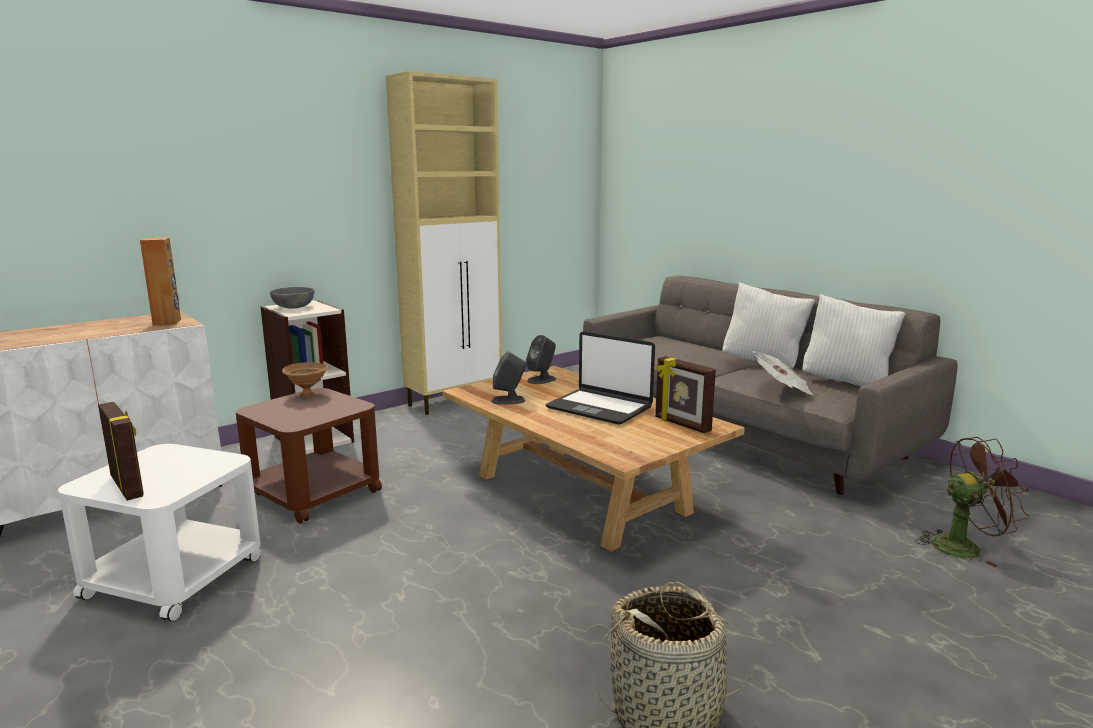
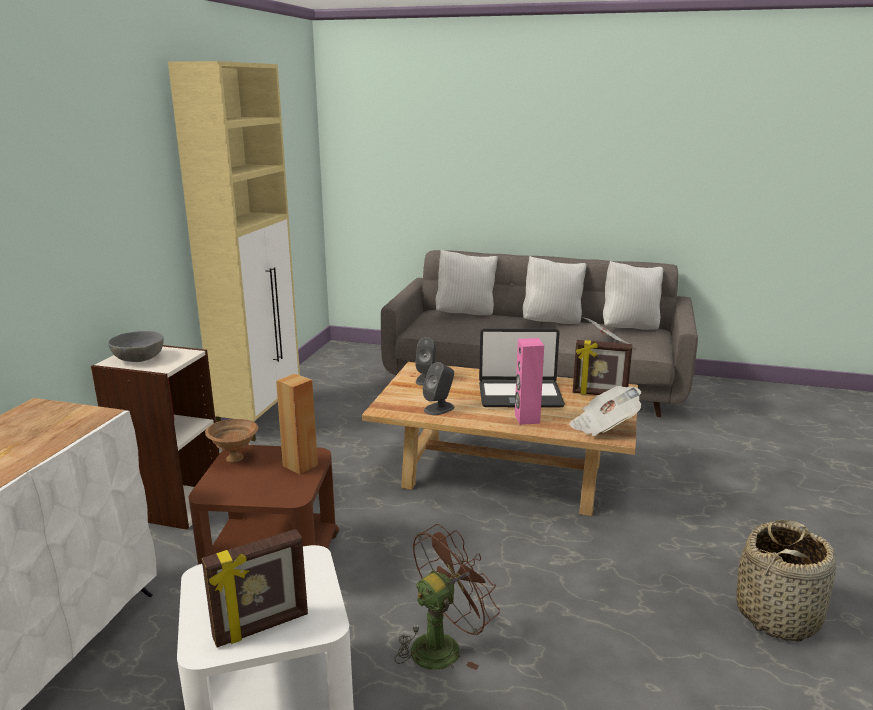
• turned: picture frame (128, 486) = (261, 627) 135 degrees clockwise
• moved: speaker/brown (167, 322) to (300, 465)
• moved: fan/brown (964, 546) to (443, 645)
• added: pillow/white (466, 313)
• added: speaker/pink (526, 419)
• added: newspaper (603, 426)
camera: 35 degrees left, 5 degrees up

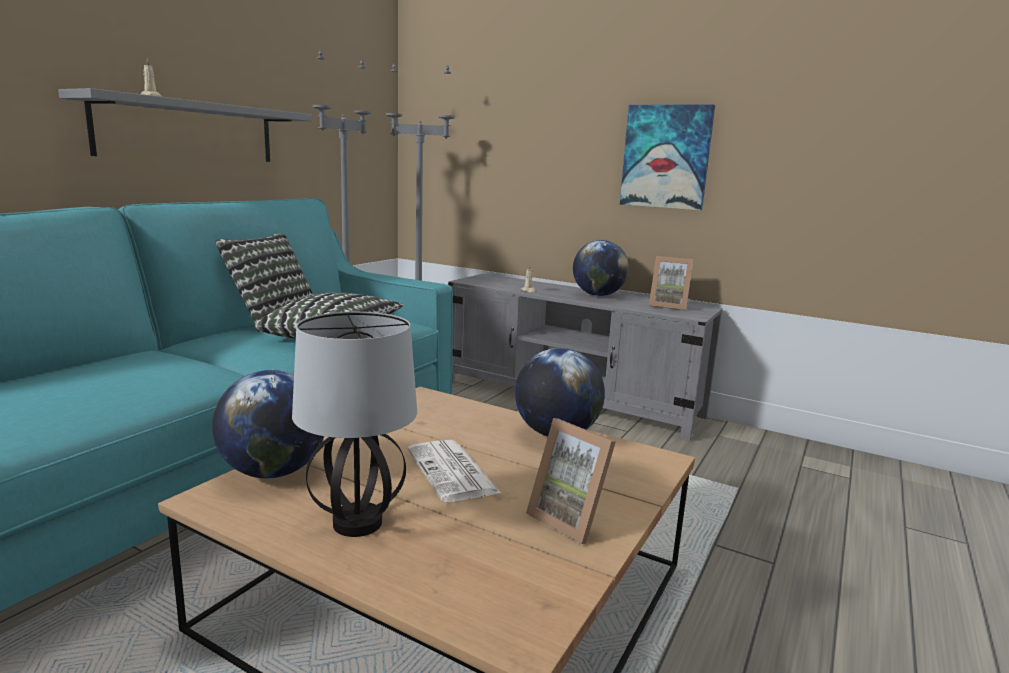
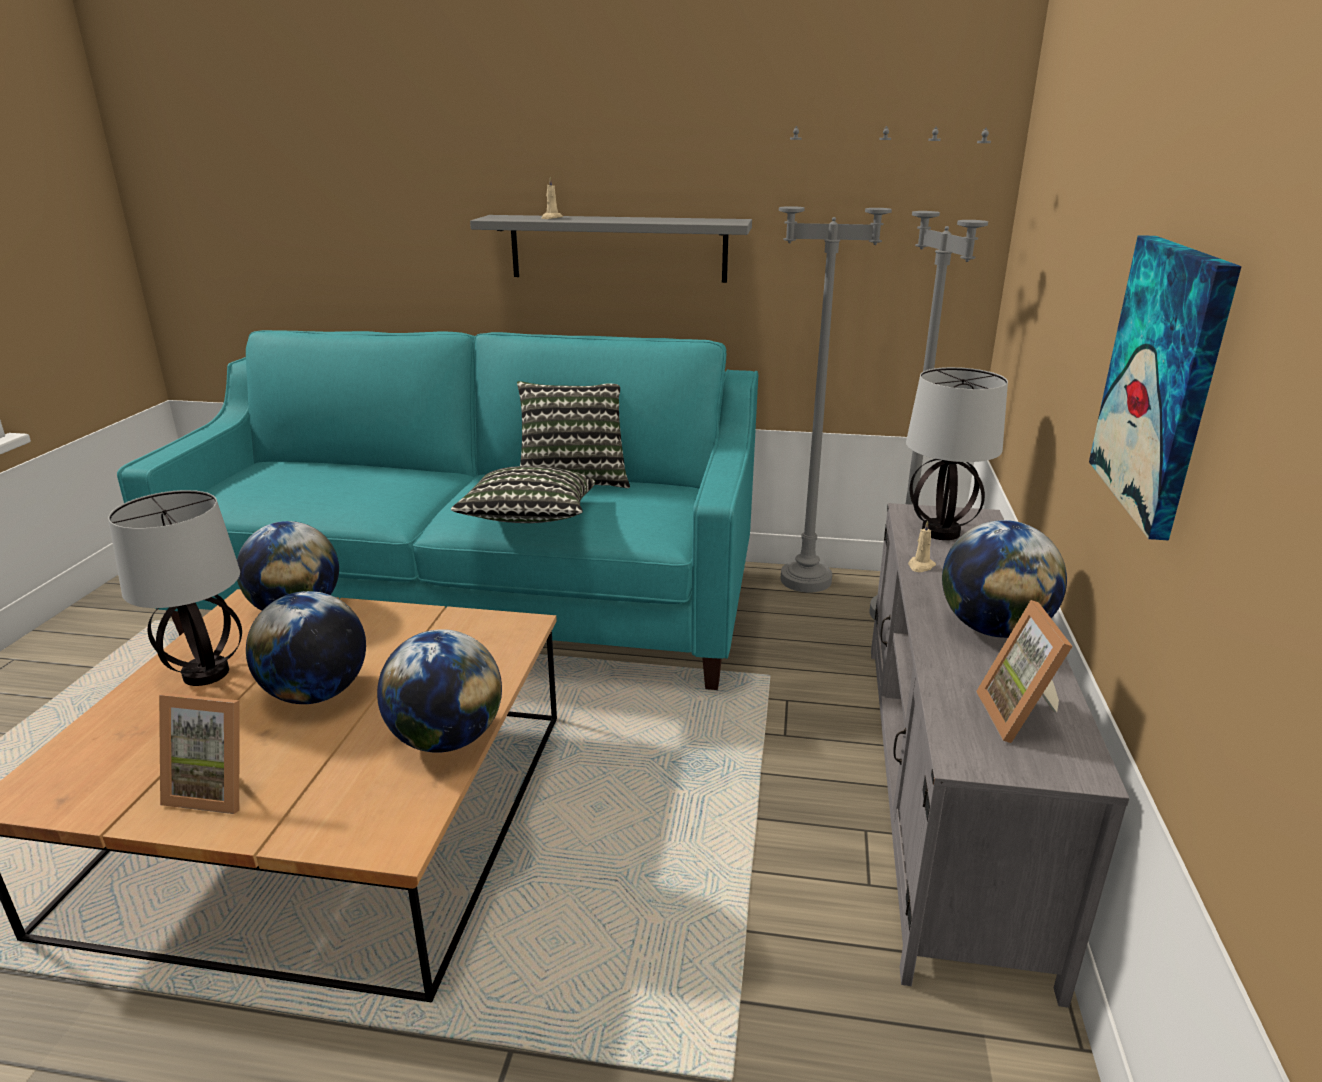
• replaced: newspaper (453, 472) to globe (316, 694)
• turned: picture frame (571, 519) = (217, 789) 105 degrees counterclockwise
• added: table lamp (941, 533)
camera: 70 degrees right, 10 degrees up

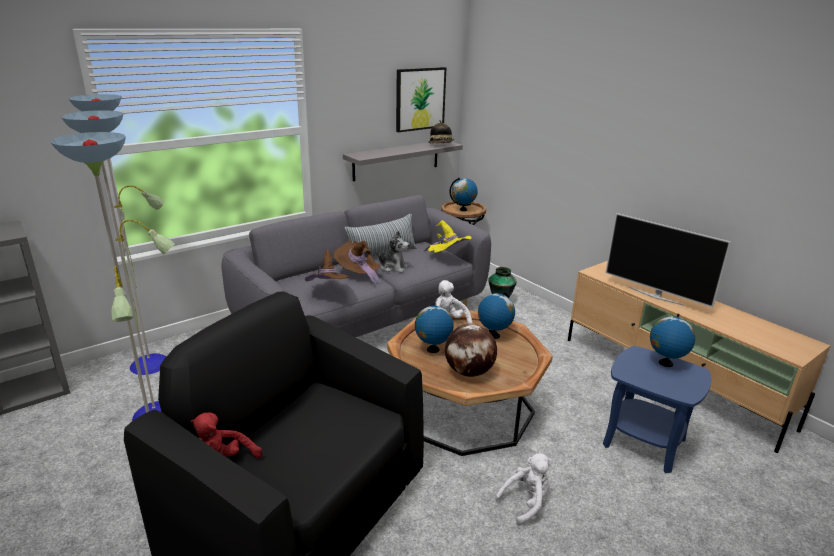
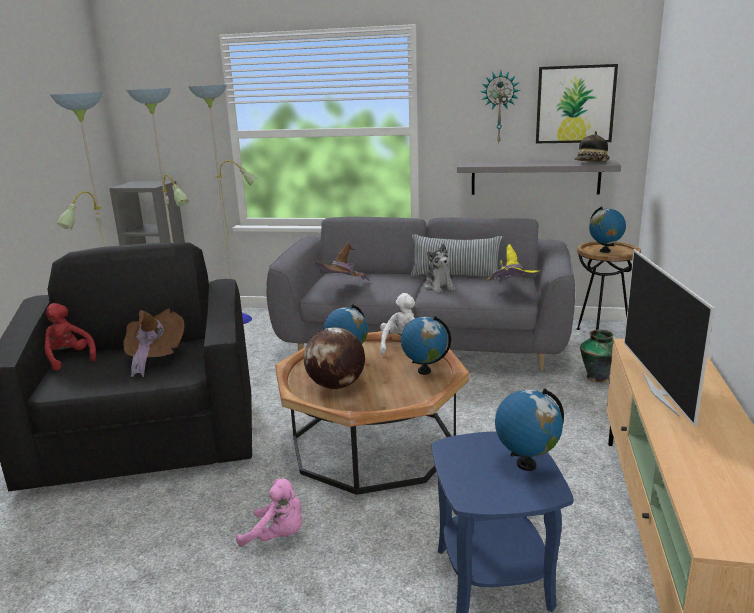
• moved: hat/brown (358, 275) to (154, 358)
• recoloured: plush toy/white (526, 502) to plush toy/pink (277, 536)
• added: wall clock (499, 107)
camera: 50 degrees right, 5 degrees down

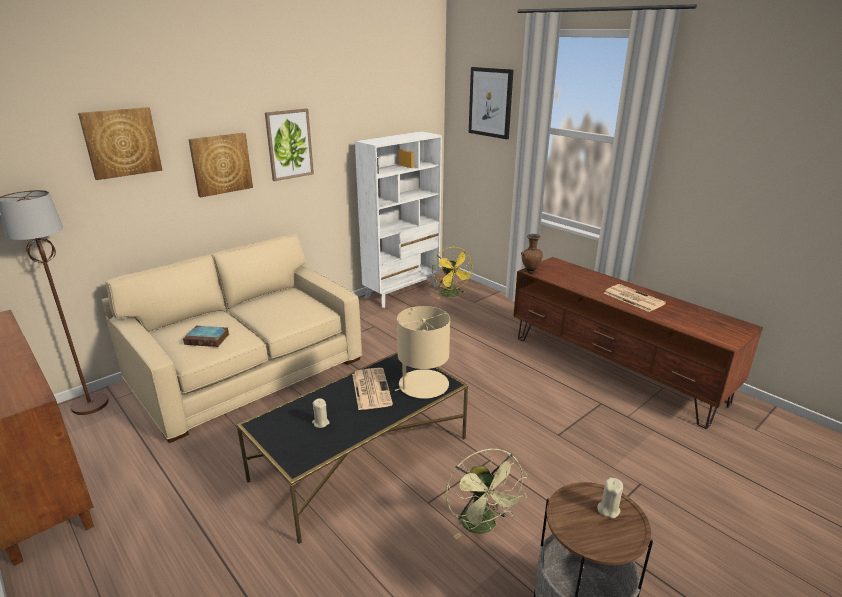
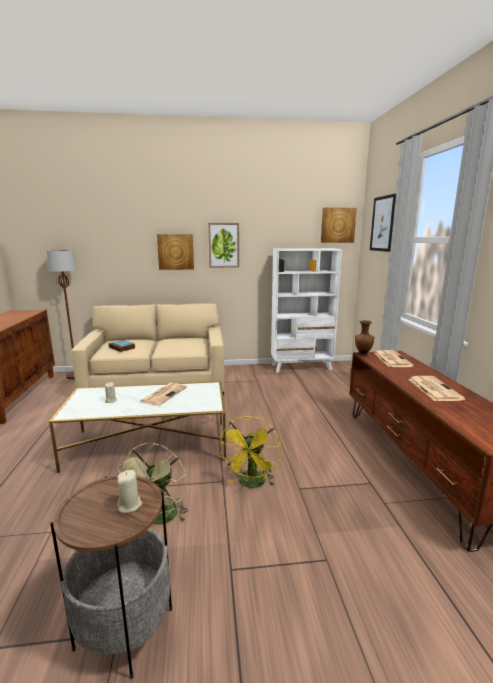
• moved: picture (121, 142) to (337, 225)
• recoloured: coffee table/black (361, 458) to coffee table/white (149, 445)
• removed: table lamp/beige (423, 385)
• moved: fan/yellow (452, 295) to (251, 484)
• added: newspaper (391, 359)
camera: 35 degrees right, 10 degrees down

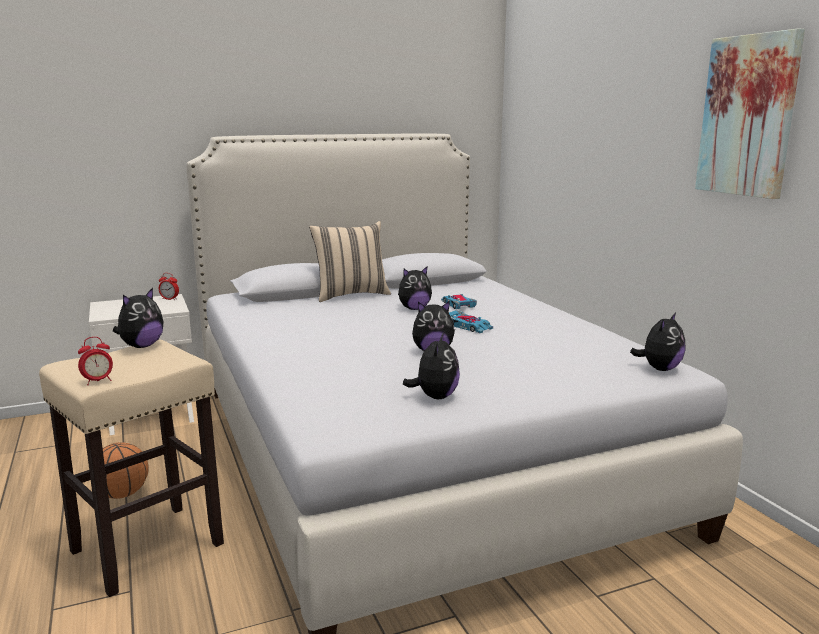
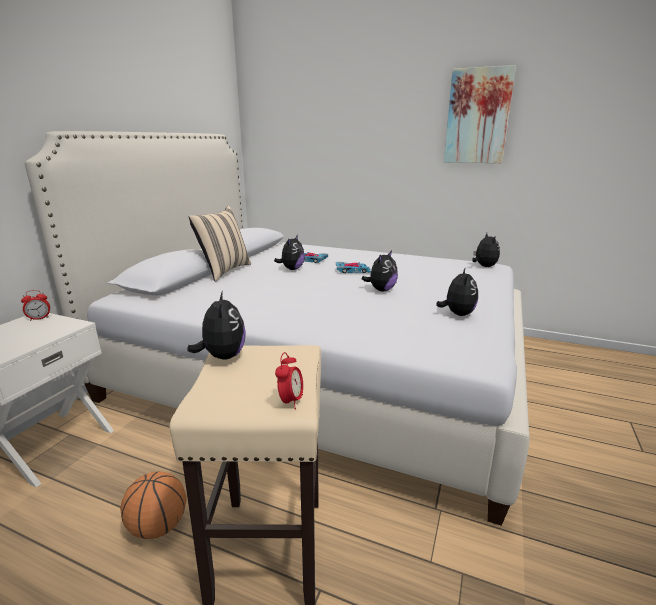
• turned: plush toy (435, 397) = (457, 314) 45 degrees clockwise
camera: 45 degrees left, 5 degrees up

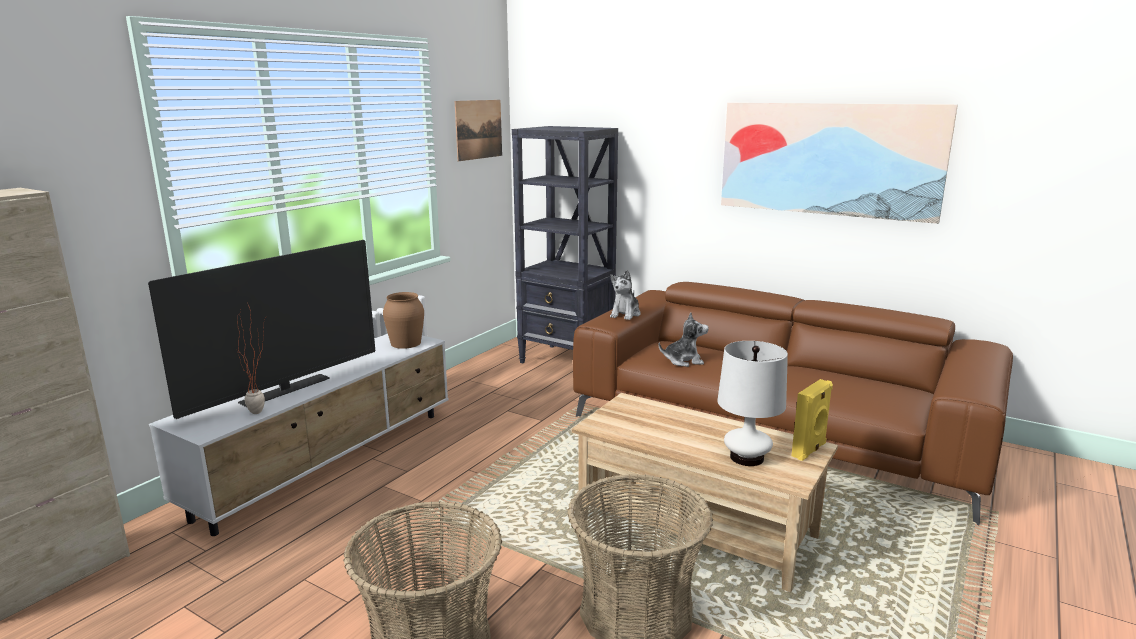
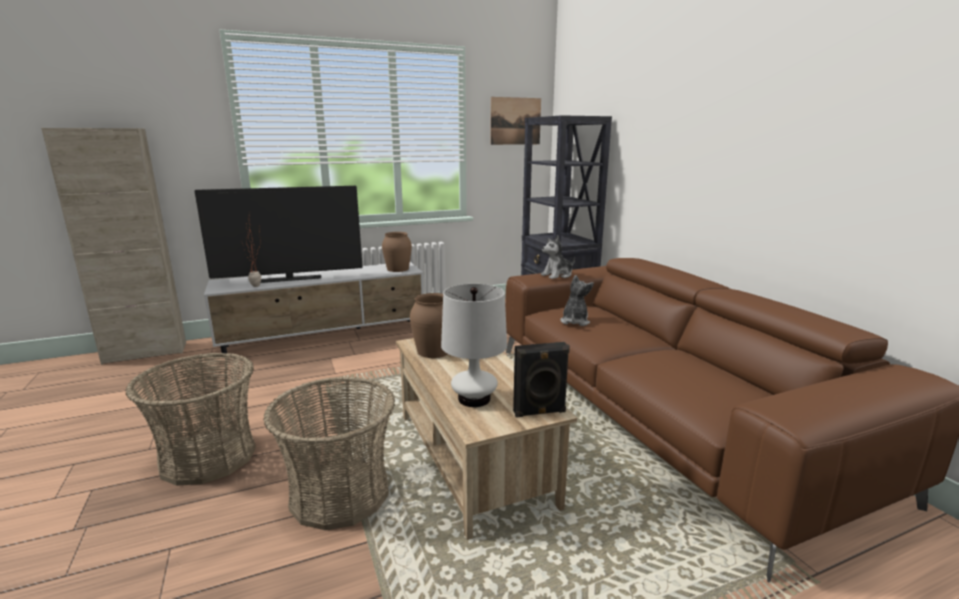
• turned: plush toy (683, 361) = (574, 321) 105 degrees counterclockwise
• removed: picture (828, 159)
• recoloured: speaker/yellow (810, 450) to speaker/black (539, 412)
• added: vase/brown (434, 351)
camera: 35 degrees right, 0 degrees up

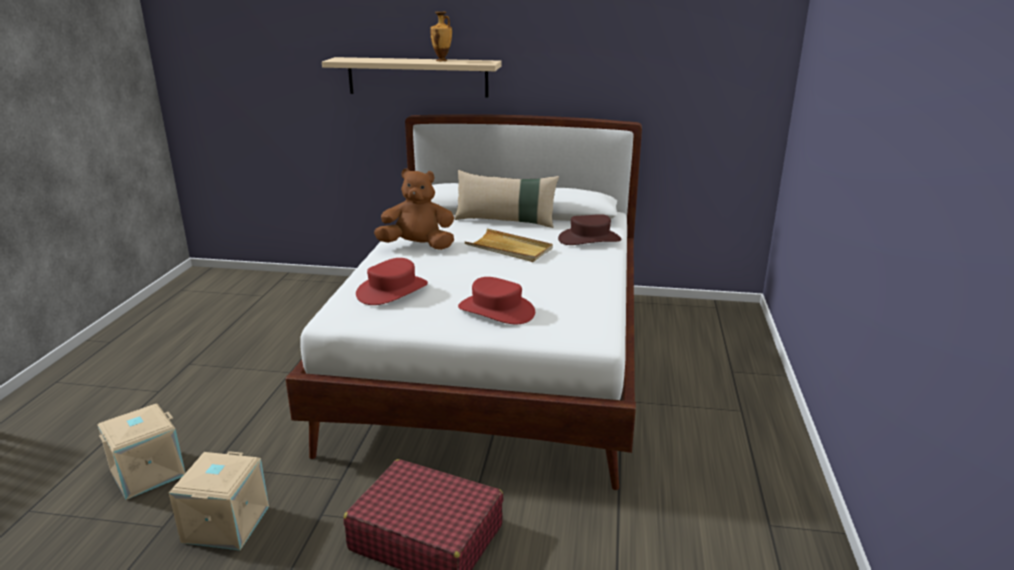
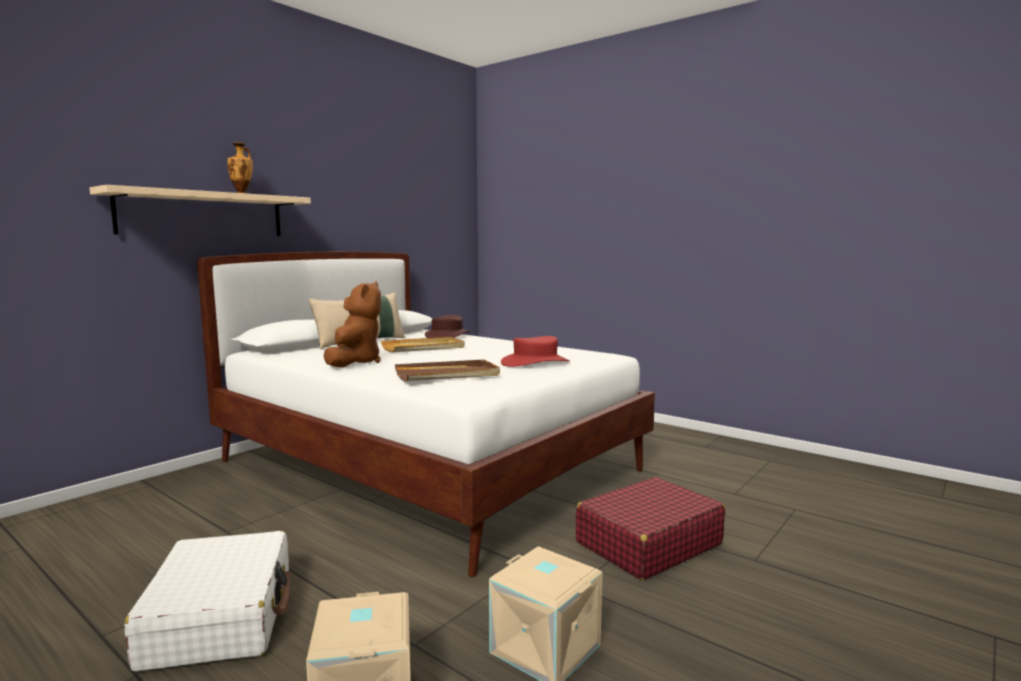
• replaced: hat/red (392, 290) to tray/brown (448, 374)
• turned: plush toy/brown (418, 246) = (354, 362) 150 degrees clockwise
• added: suitcase/white (221, 617)
camera: 60 degrees left, 15 degrees down

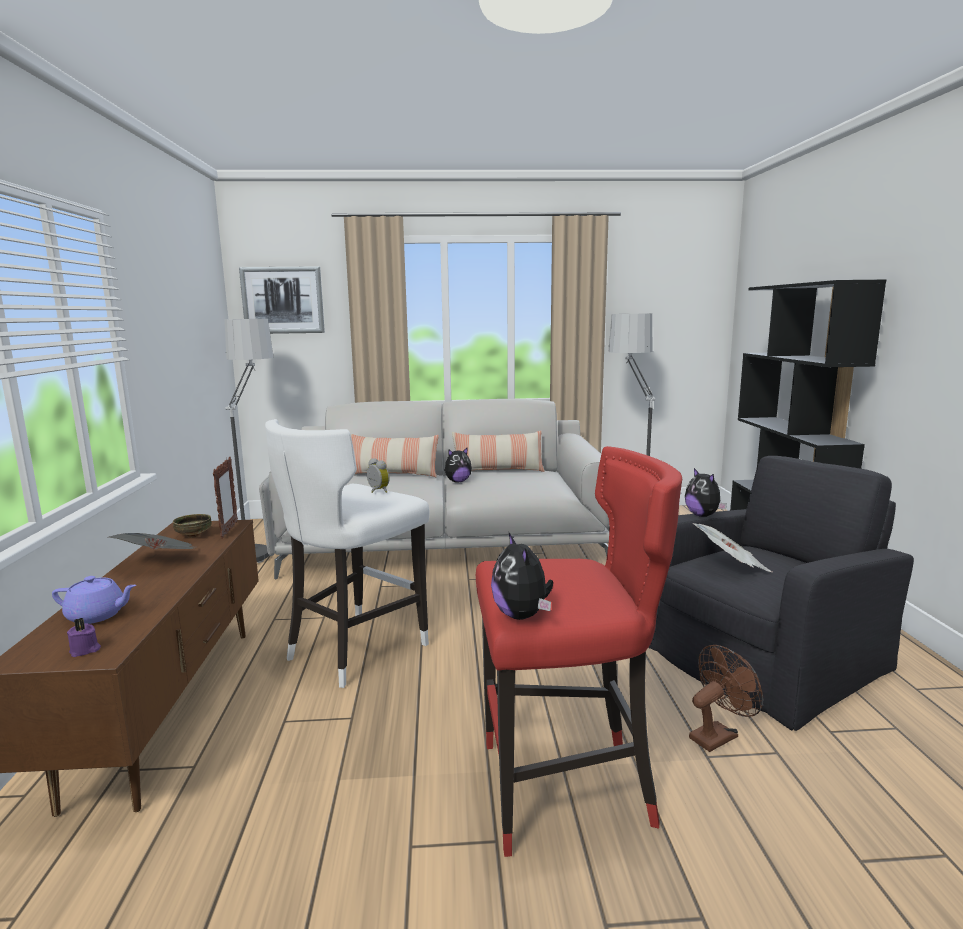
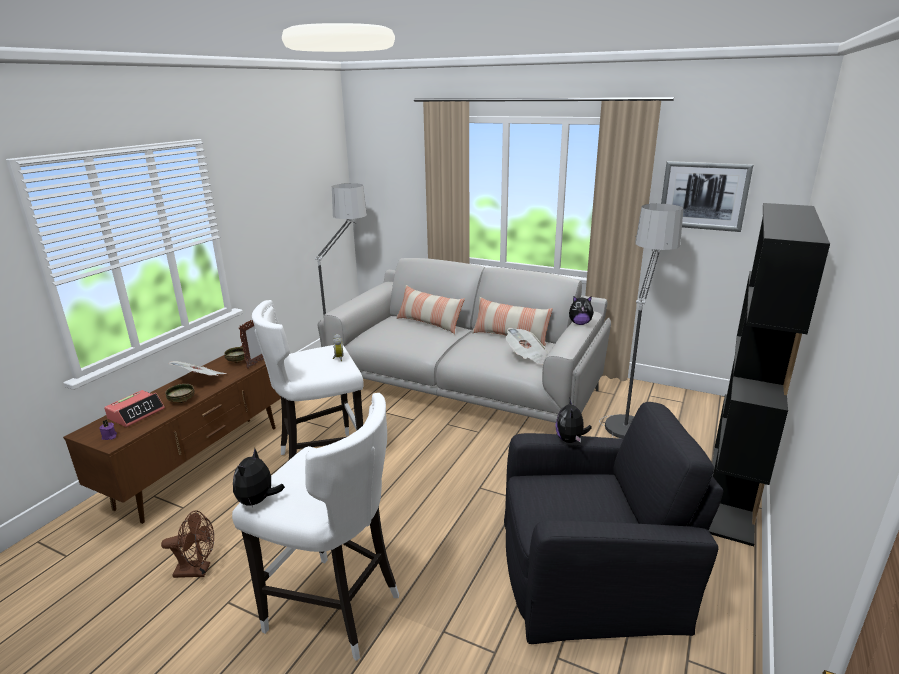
• replaced: teapot/purple (97, 615) to alarm clock (136, 414)
• moved: picture (283, 300) to (703, 196)
• moved: plush toy (457, 481) to (580, 323)
• recoloured: stool/red (567, 789) to stool/white (335, 609)
• moved: fan/brown (718, 735) to (198, 570)
• moved: newspaper (731, 566) to (527, 356)
• added: bowl (182, 401)
camera: 30 degrees right, 10 degrees up

